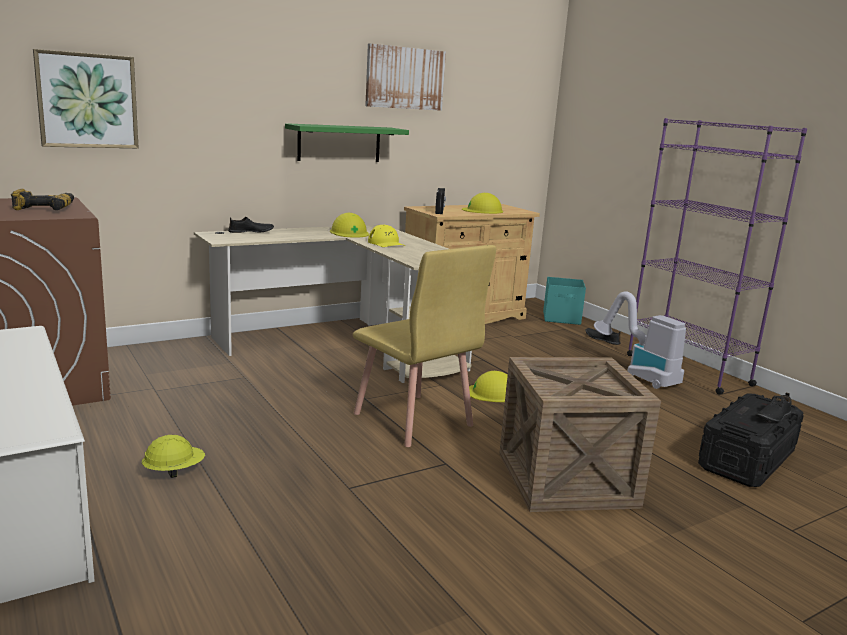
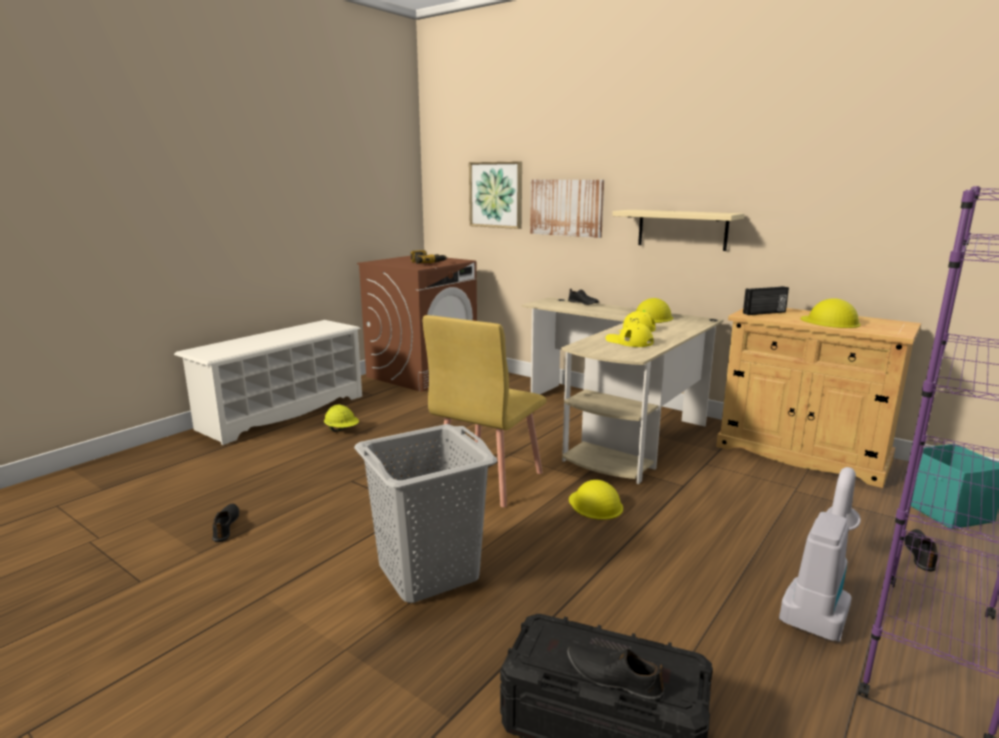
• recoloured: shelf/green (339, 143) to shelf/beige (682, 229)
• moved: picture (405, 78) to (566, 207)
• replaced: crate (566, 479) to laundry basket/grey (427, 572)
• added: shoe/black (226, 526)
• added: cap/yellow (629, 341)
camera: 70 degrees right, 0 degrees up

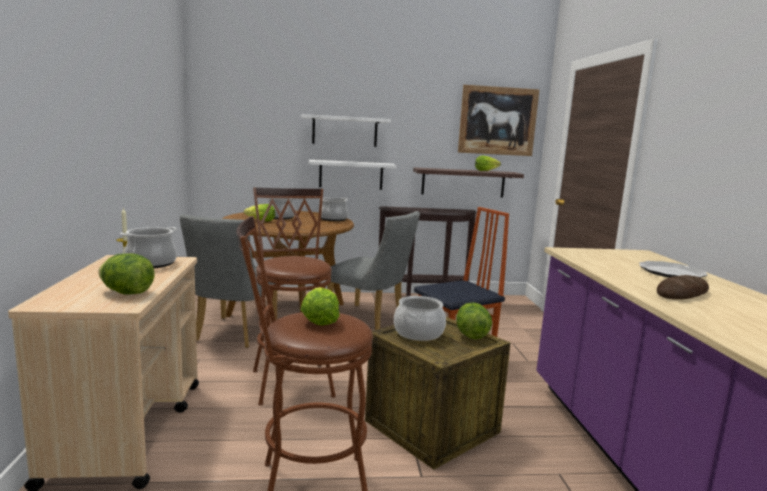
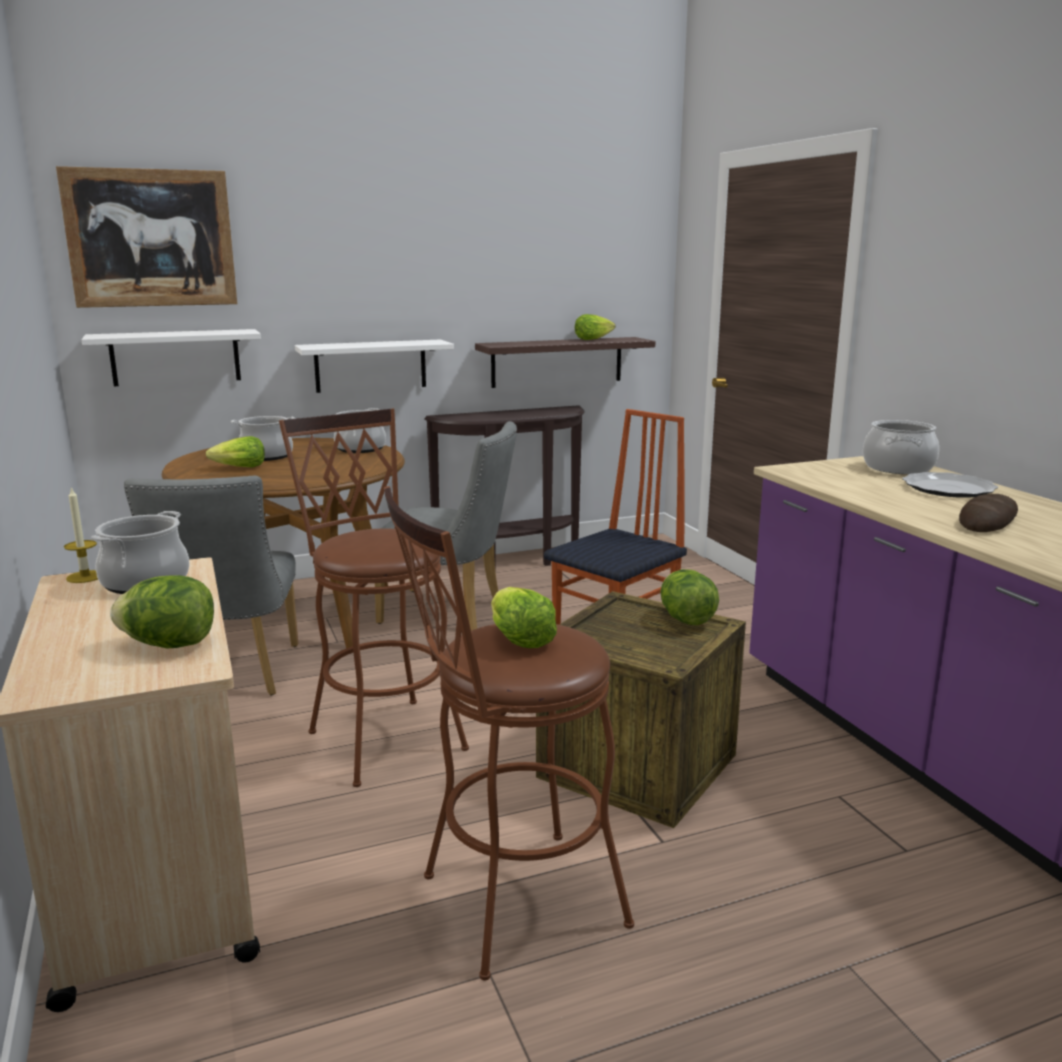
• moved: shelf/white (344, 131) to (175, 357)
• moved: cooking pot (418, 332) to (897, 468)
• moved: picture (497, 121) to (151, 238)
camera: 15 degrees left, 5 degrees up

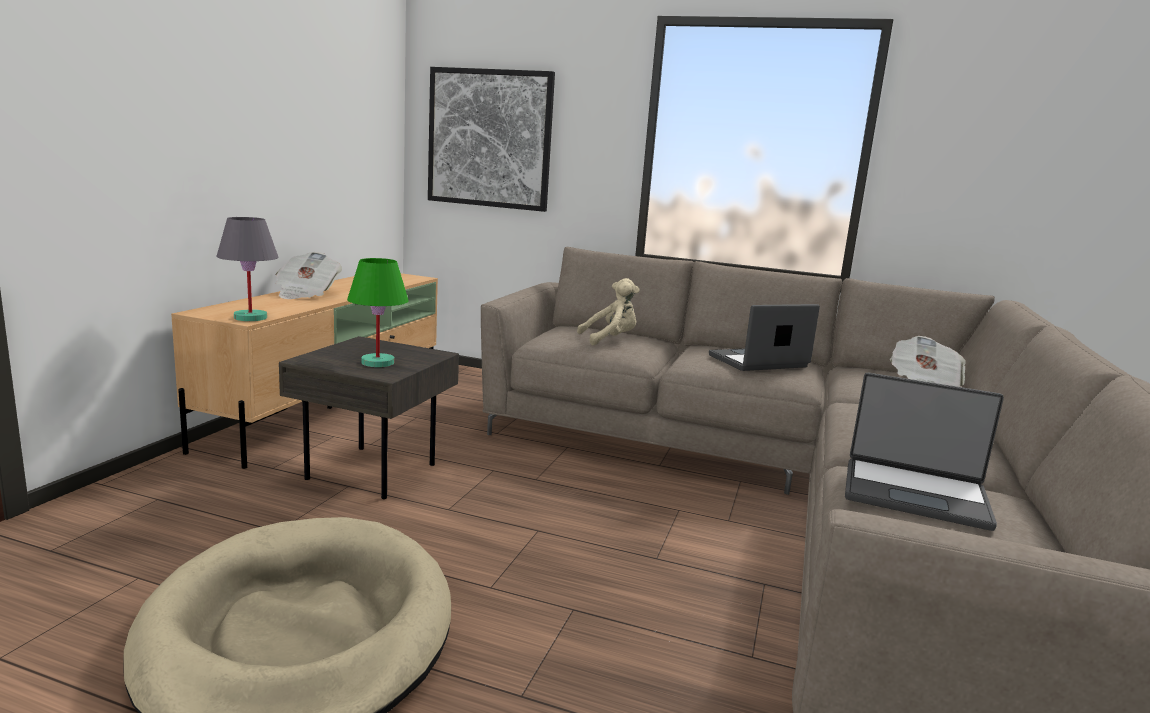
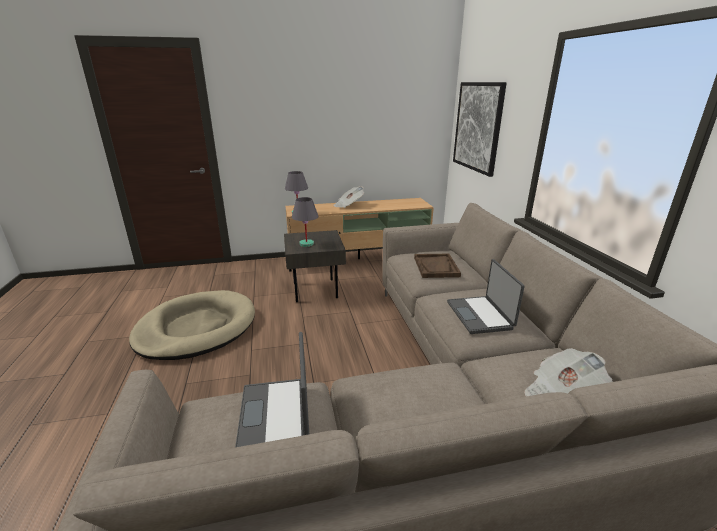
• recoloured: table lamp/green (378, 362) to table lamp/grey (307, 244)
• replaced: plush toy/beige (610, 340) to tray/brown (436, 267)
• turned: laptop (759, 362) = (480, 315) 135 degrees counterclockwise
camera: 60 degrees right, 10 degrees up

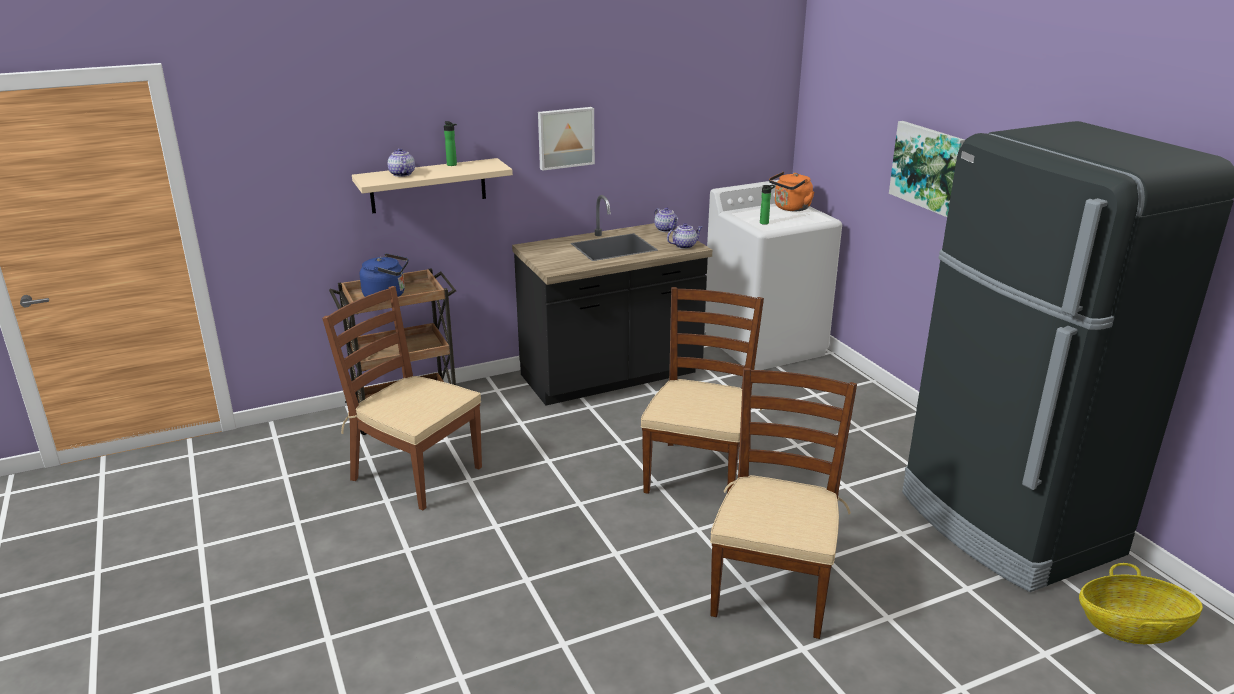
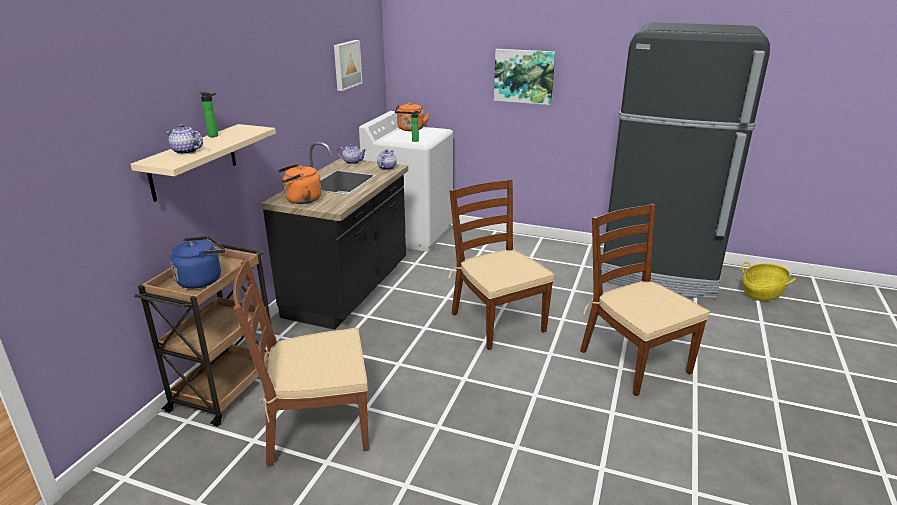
• moved: picture (565, 137) to (346, 64)
• added: kettle/orange (301, 200)
camera: 45 degrees left, 0 degrees up

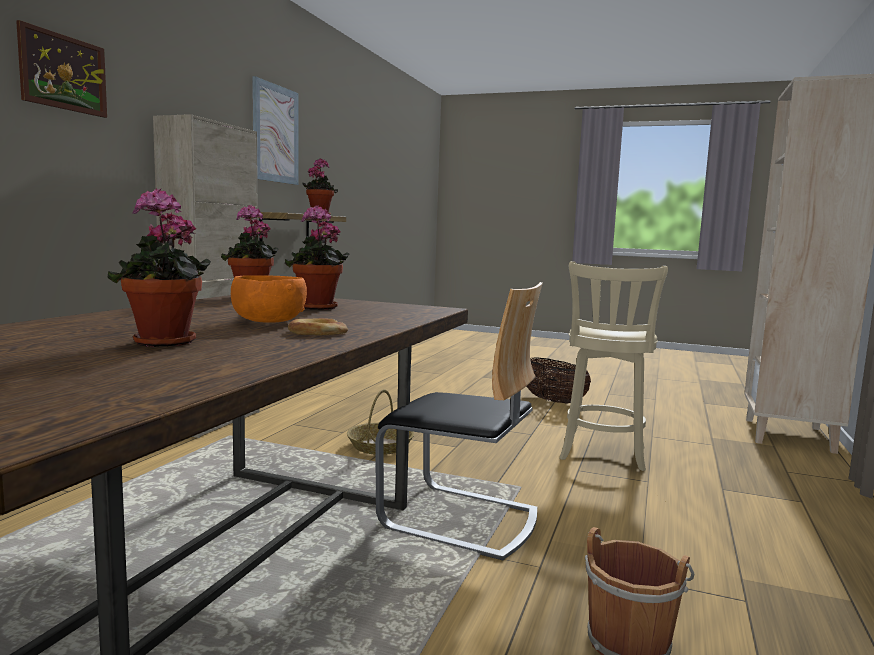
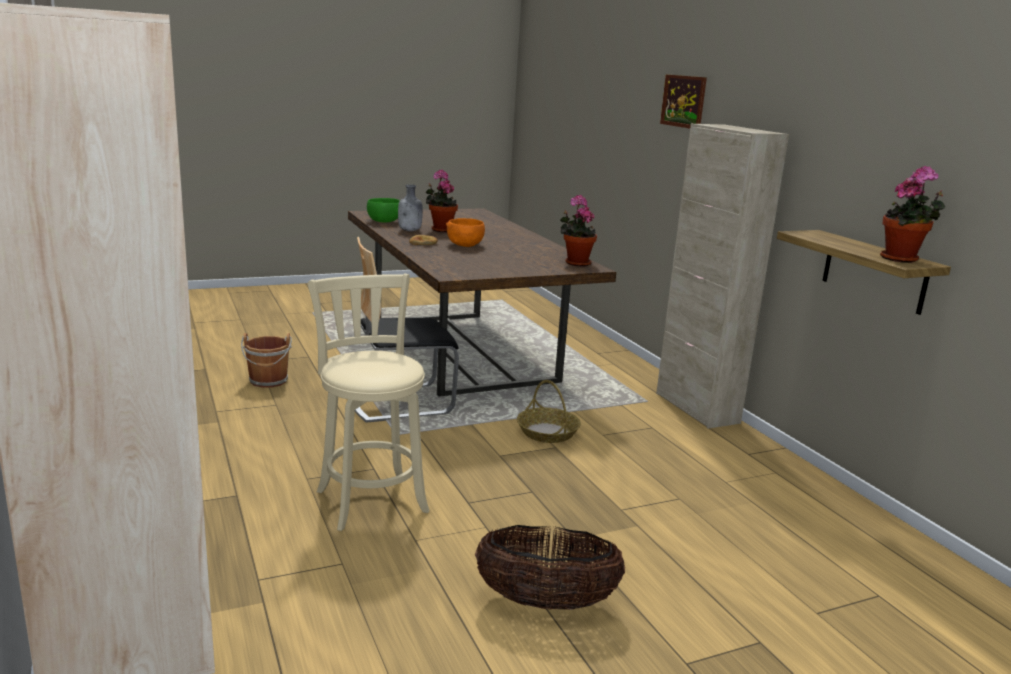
• removed: picture (275, 134)
• removed: potted plant (317, 308)
• added: bowl/green (384, 222)
• added: bottle/grey (410, 230)
camera: 135 degrees right, 10 degrees up

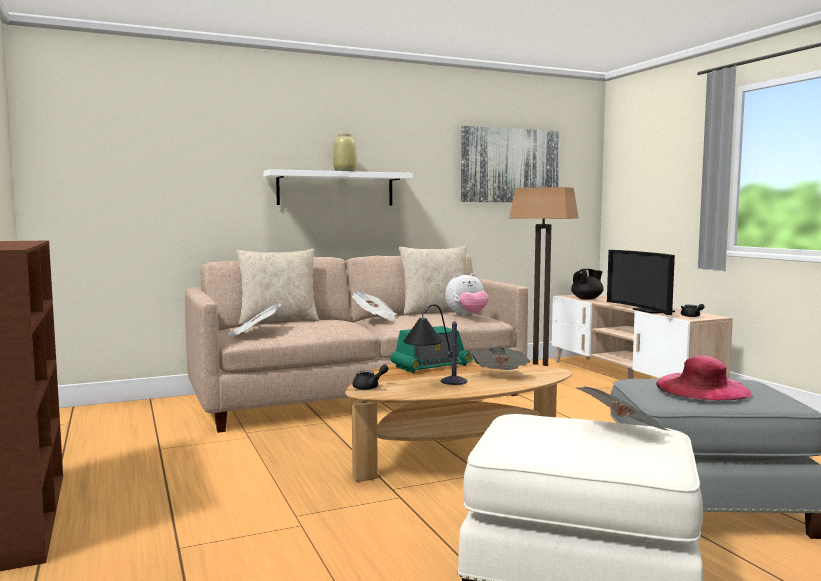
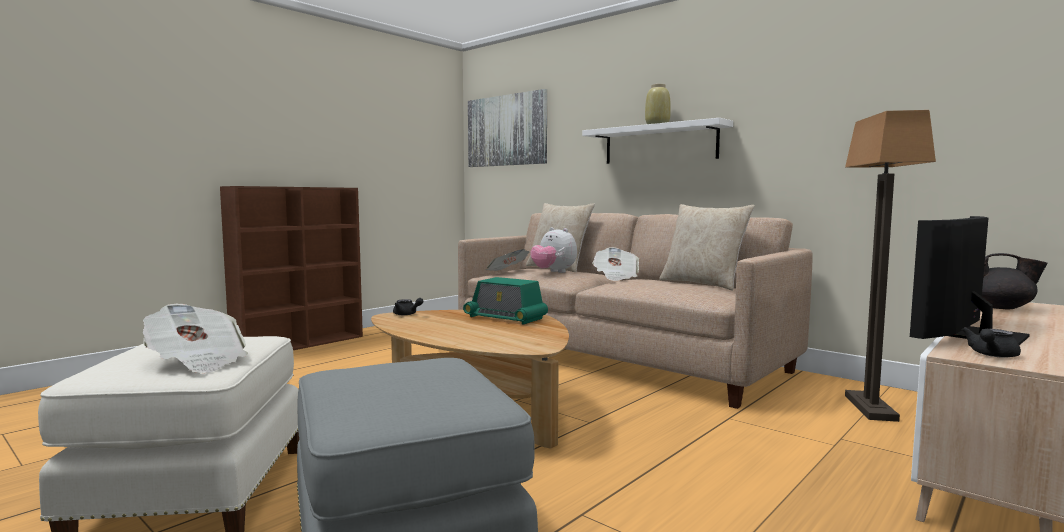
• removed: table lamp (434, 386)
• moved: plush toy (467, 316) to (553, 272)
• moved: picture (510, 165) to (506, 130)
• removed: newspaper (500, 376)
• removed: hat/pink (702, 388)
camera: 65 degrees right, 0 degrees up

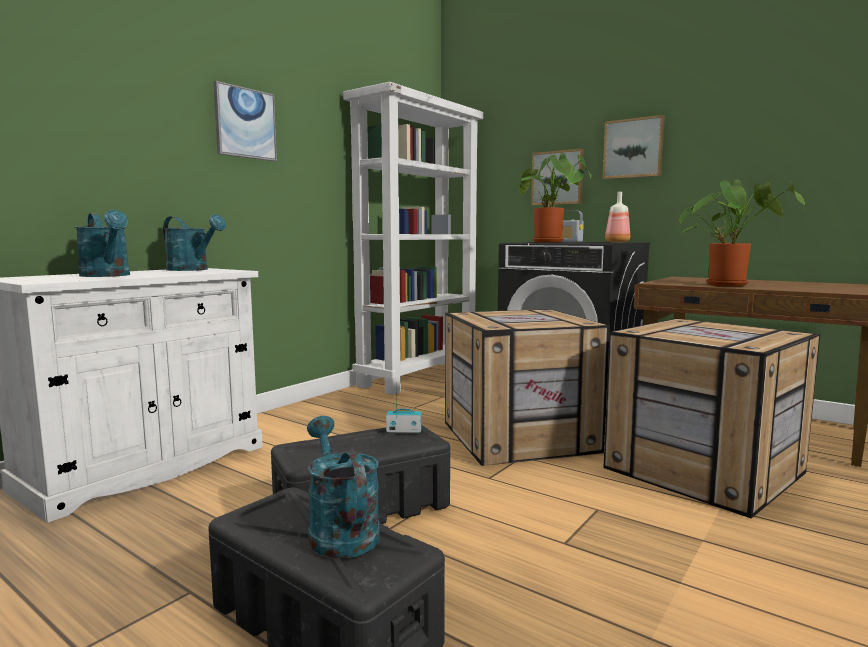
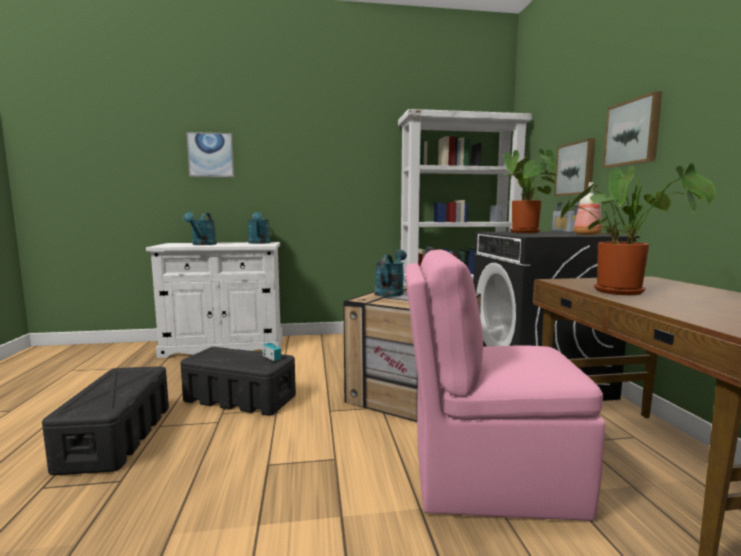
• moved: picture (245, 123) to (211, 155)
• moved: watering can/turquoise (339, 530) to (390, 292)
• replaced: crate (701, 469) to chair/pink (488, 477)
camera: 45 degrees right, 0 degrees up

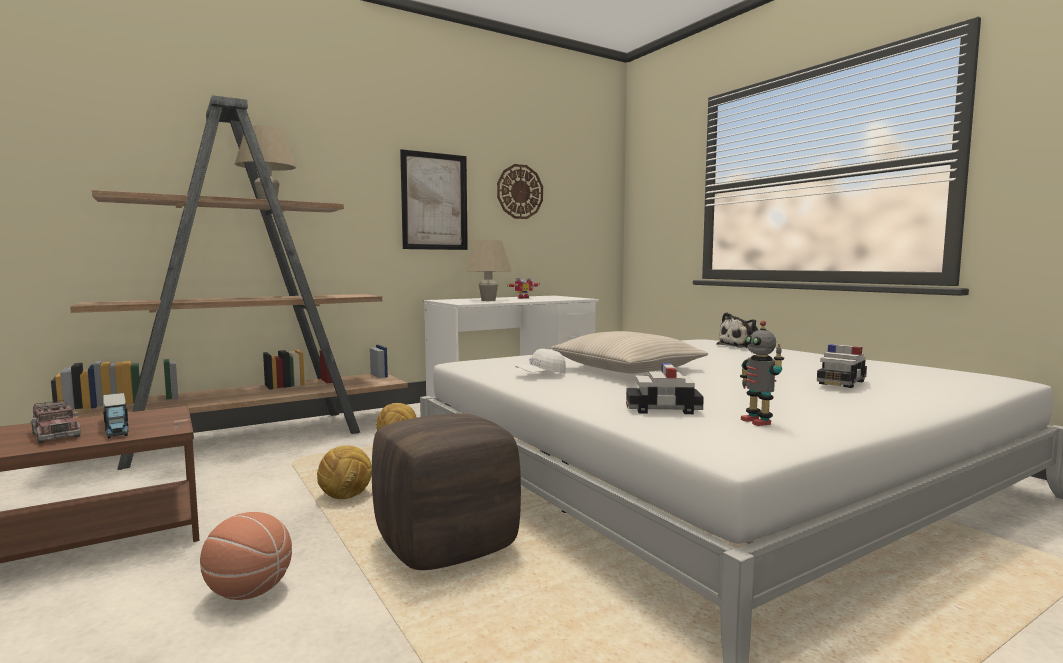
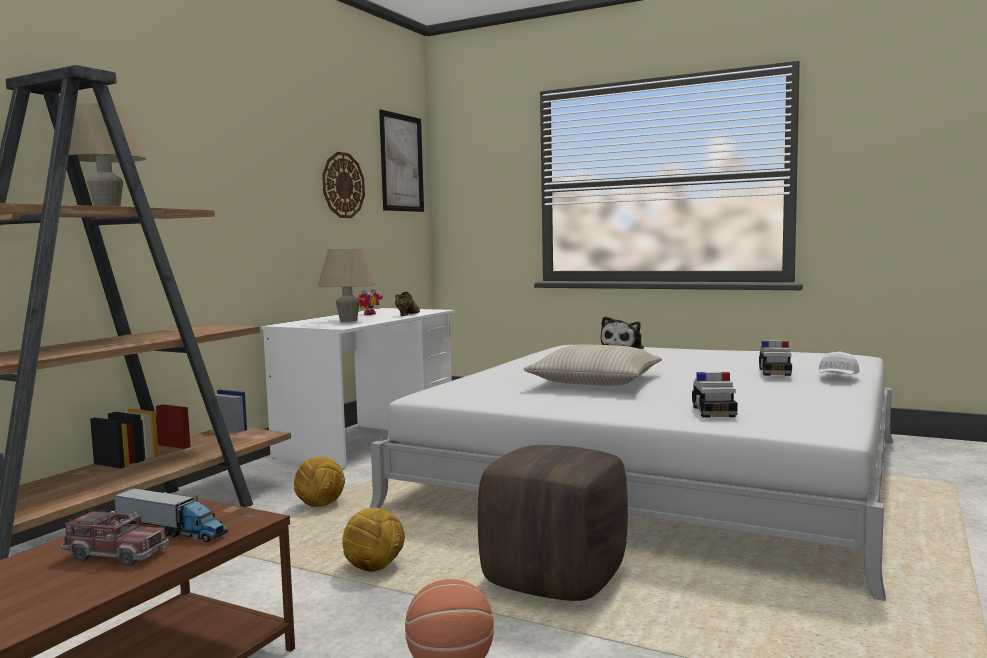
• moved: picture (434, 201) to (401, 163)
• moved: cap/white (541, 375) to (837, 377)
• turned: toy car (662, 409) = (713, 411) 60 degrees counterclockwise
• removed: toy robot (757, 421)
• added: shoe/brown (407, 314)
camera: 30 degrees left, 0 degrees up

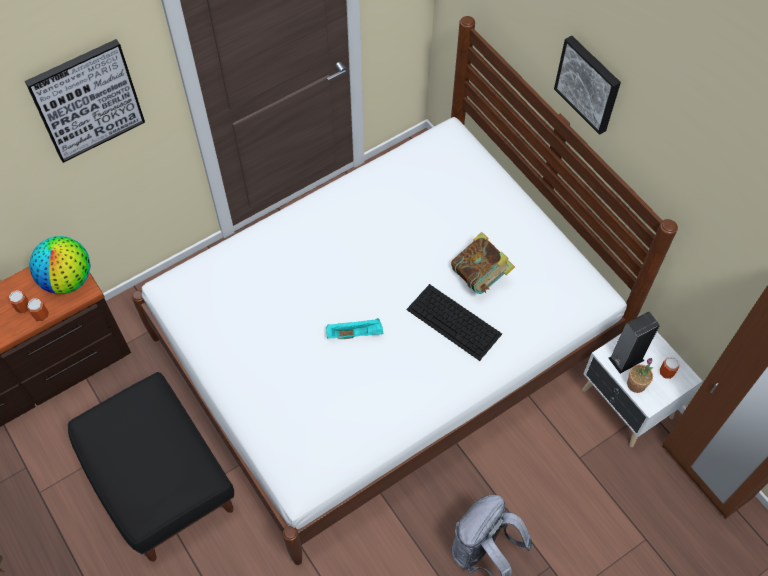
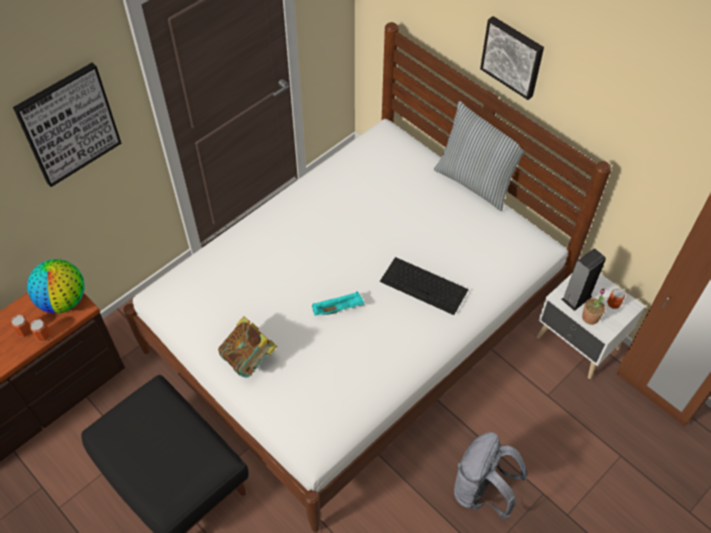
• moved: book (480, 276) to (249, 358)
• added: pillow (475, 182)
camera: 10 degrees left, 5 degrees down

